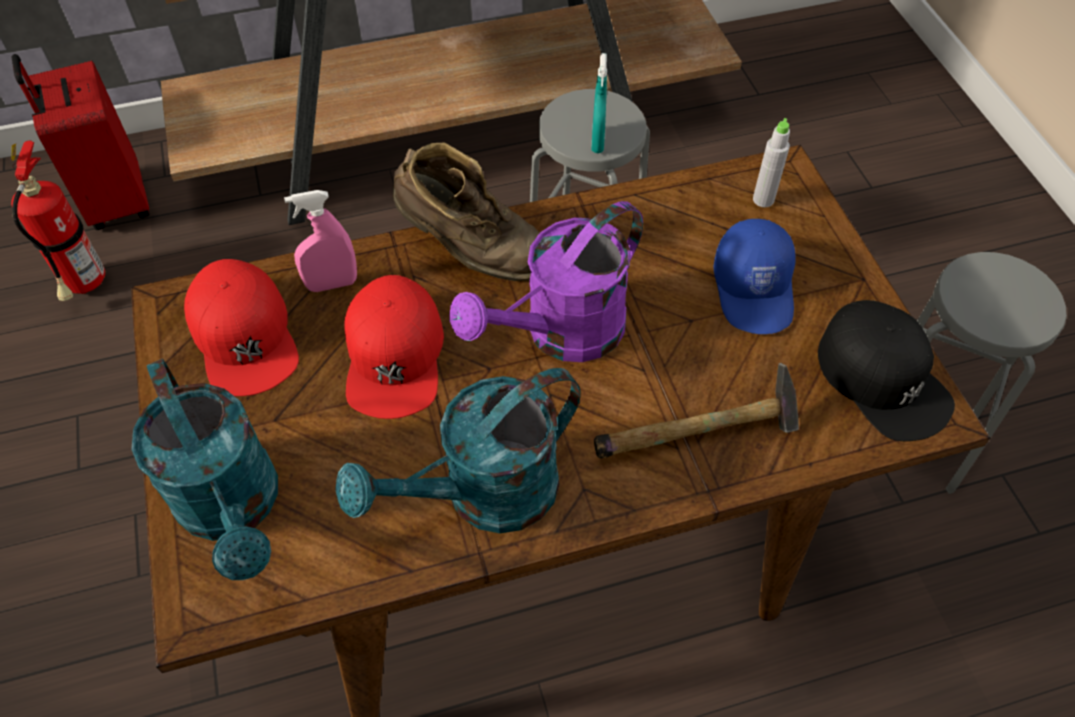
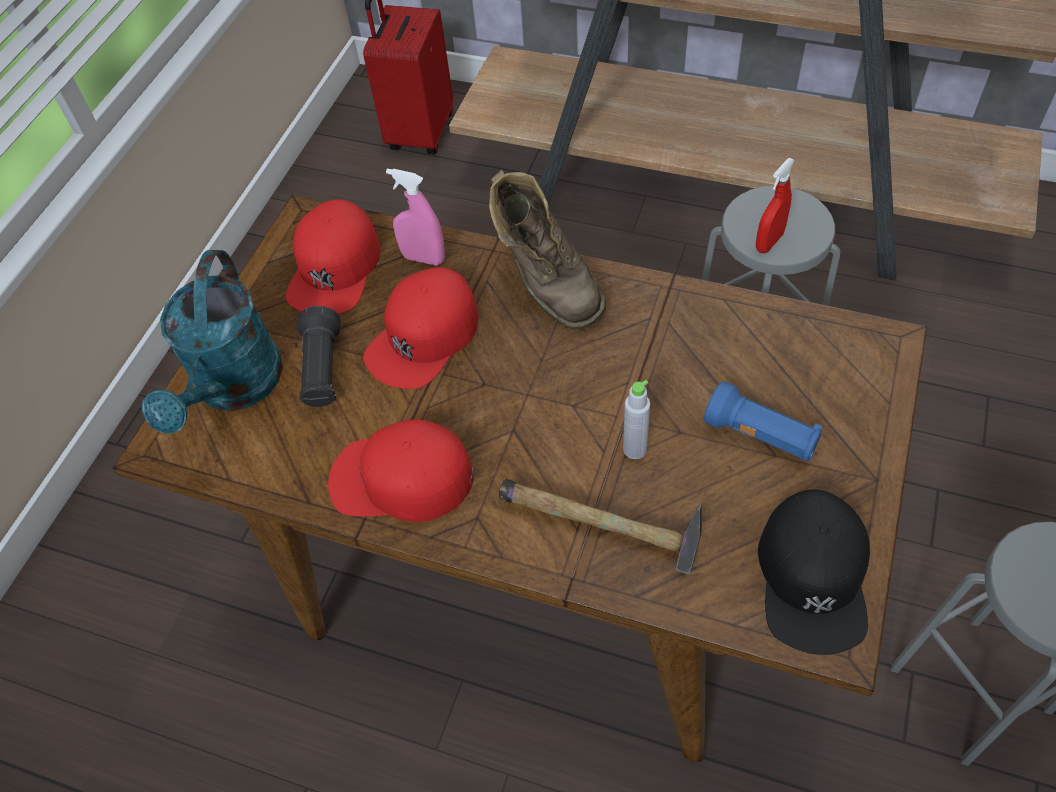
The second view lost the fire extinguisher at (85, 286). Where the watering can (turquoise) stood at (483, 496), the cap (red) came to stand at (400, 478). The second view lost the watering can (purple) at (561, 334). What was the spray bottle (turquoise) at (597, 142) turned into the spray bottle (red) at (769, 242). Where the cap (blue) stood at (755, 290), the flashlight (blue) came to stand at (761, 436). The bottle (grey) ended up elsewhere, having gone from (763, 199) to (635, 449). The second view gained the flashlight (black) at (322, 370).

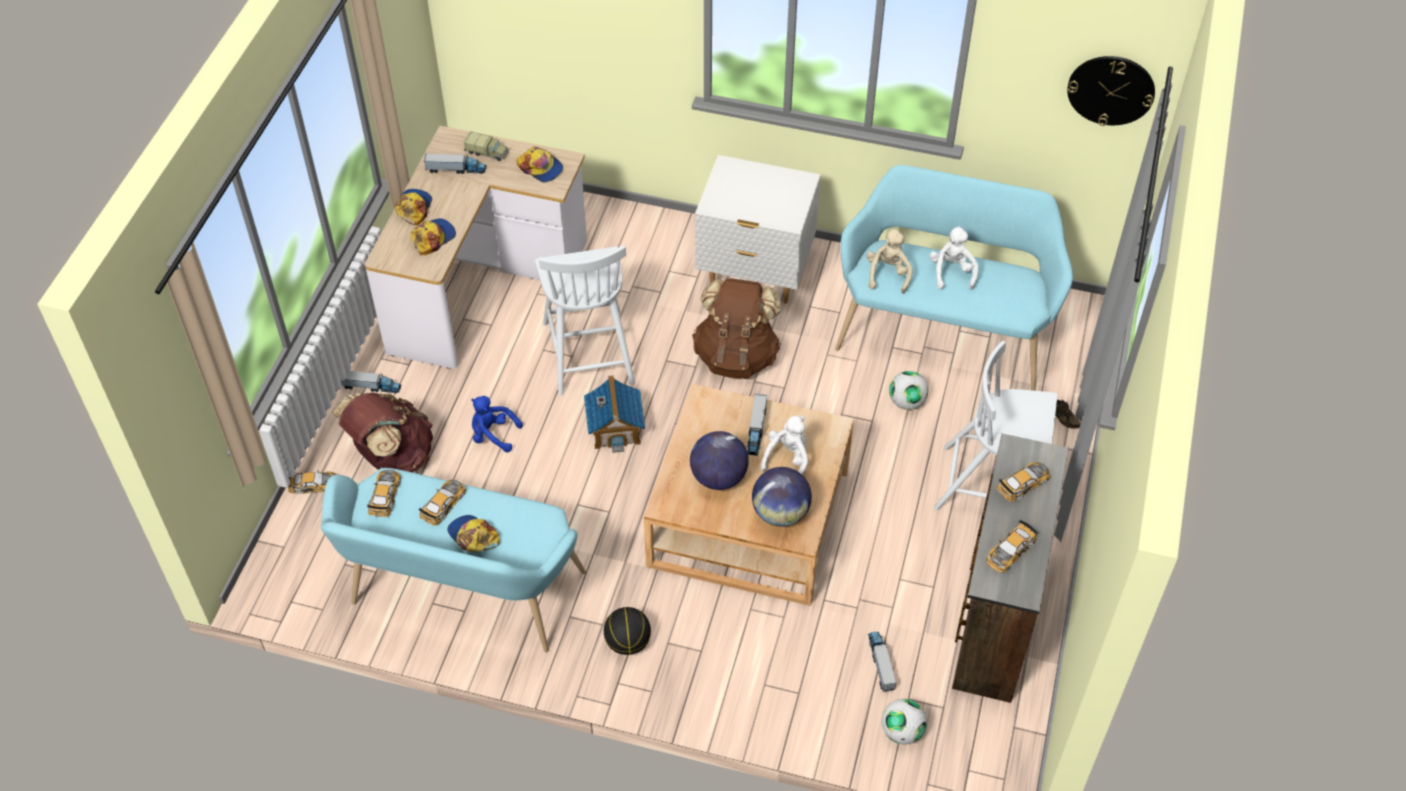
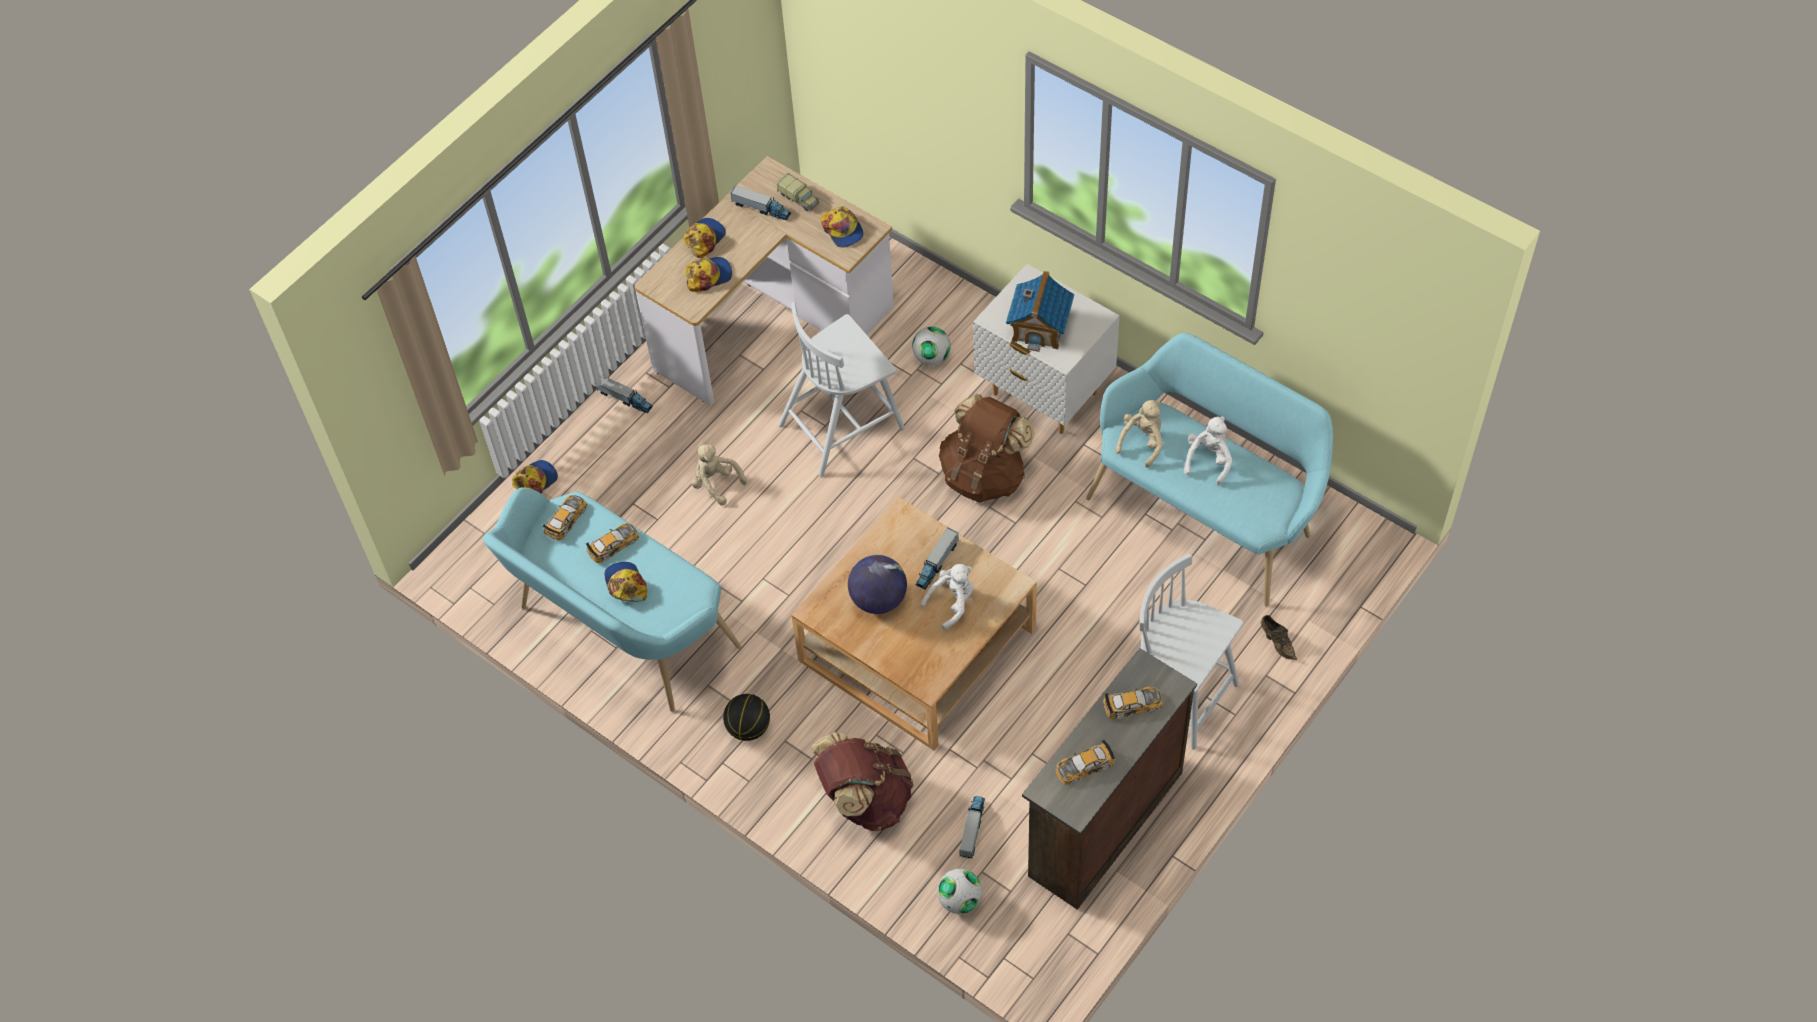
Where the toy car stood at (314, 485), the cap came to stand at (535, 481). The backpack (brown) ended up elsewhere, having gone from (392, 456) to (865, 799). What was the plush toy (blue) at (493, 435) turned into the plush toy (beige) at (716, 483). The chair (white) at (588, 351) ended up facing another way, 45 degrees clockwise from before. The toy house ended up elsewhere, having gone from (615, 428) to (1040, 326). The second view lost the globe at (780, 513). The football ended up elsewhere, having gone from (906, 402) to (931, 357). The second view lost the wall clock at (1111, 90).

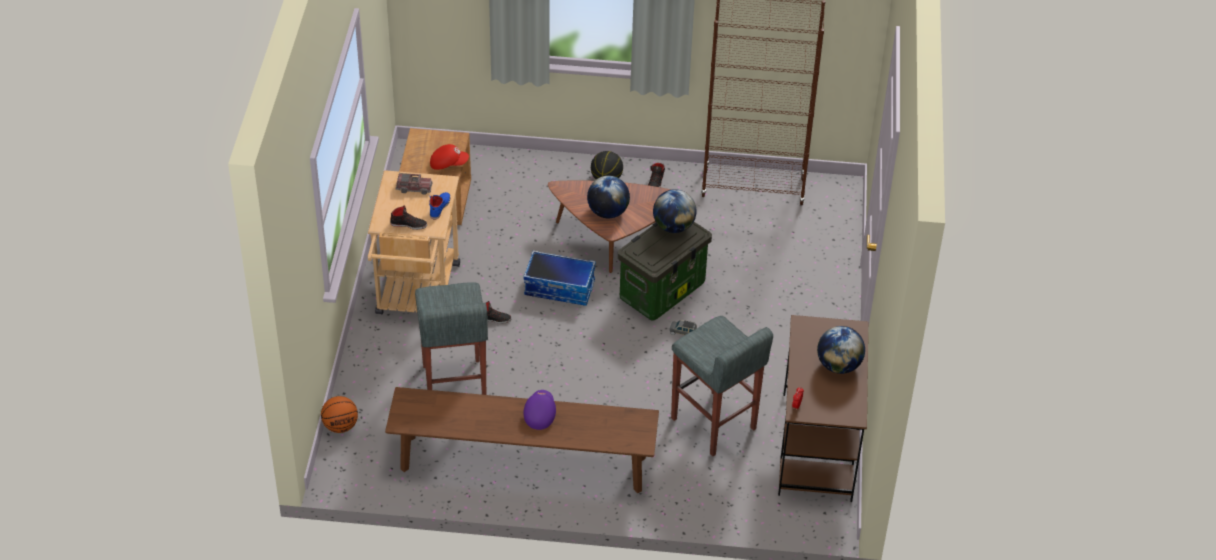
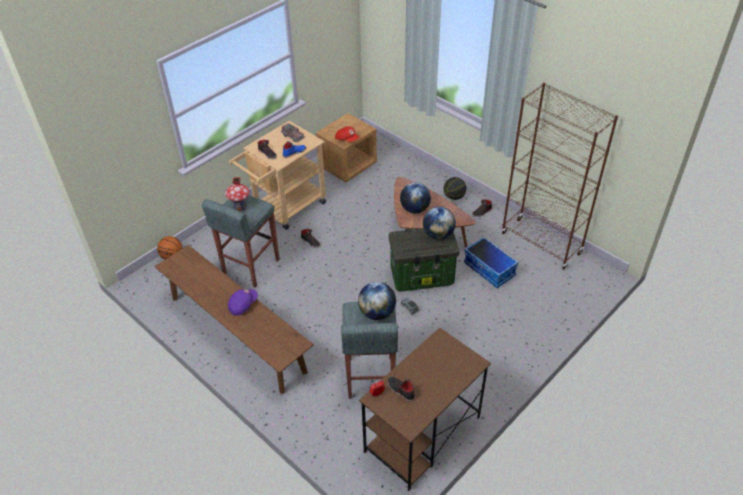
The storage box ended up elsewhere, having gone from (560, 288) to (490, 269). The globe ended up elsewhere, having gone from (838, 365) to (377, 313). The second view gained the toy house at (240, 207). The second view gained the shoe (black) at (400, 390).

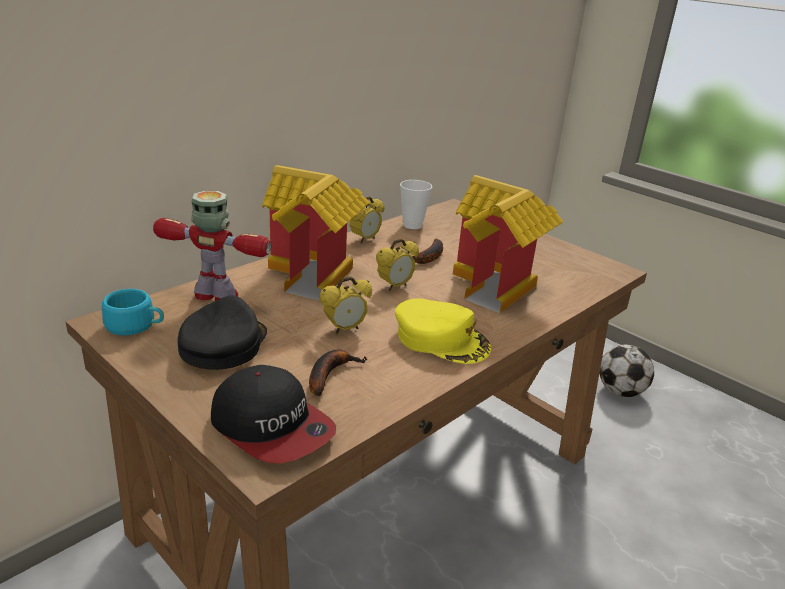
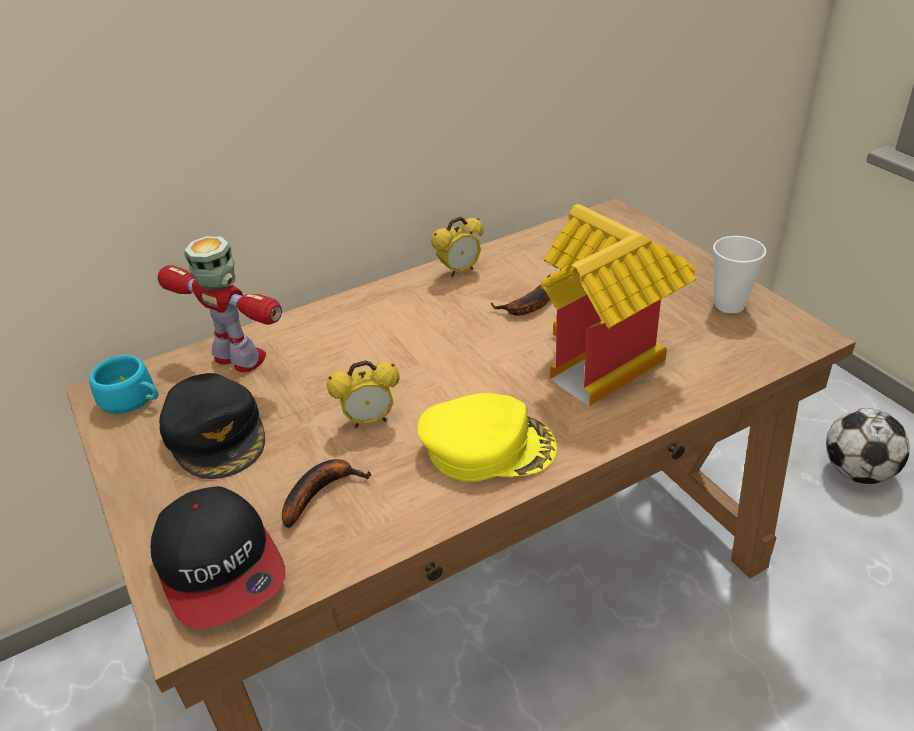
The cap (black) at (223, 344) ended up facing another way, 120 degrees clockwise from before. The second view lost the toy house at (316, 275). The second view lost the alarm clock at (395, 286). The cap (yellow) at (441, 339) ended up facing another way, 45 degrees counterclockwise from before. The cup ended up elsewhere, having gone from (412, 225) to (729, 305).

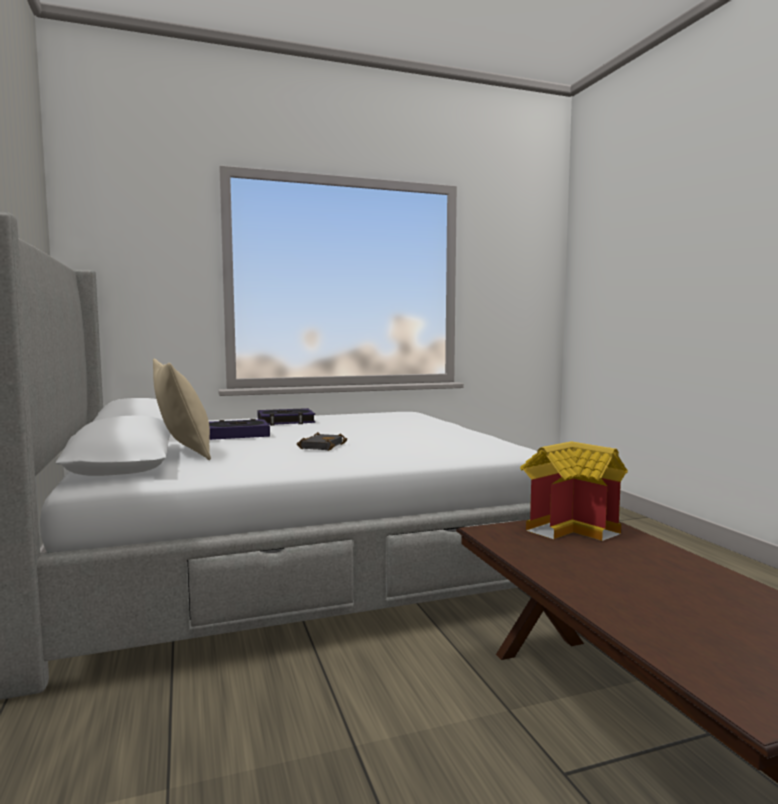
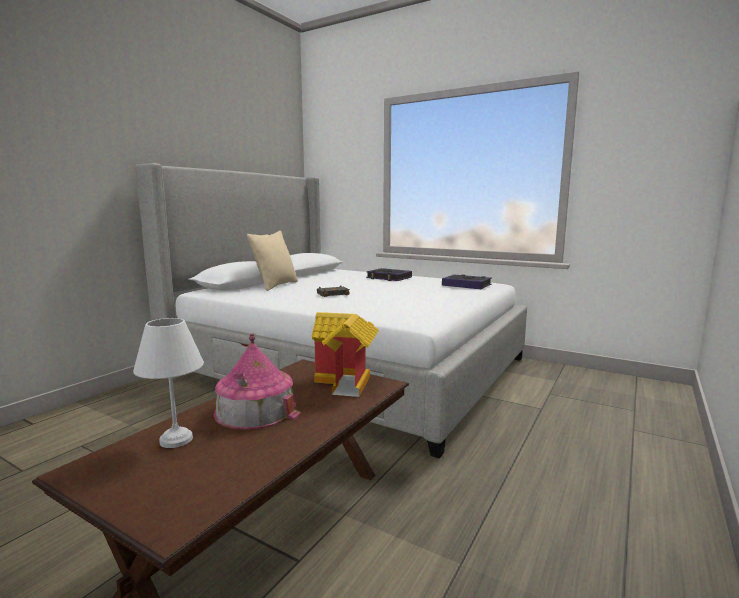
The book ended up elsewhere, having gone from (237, 435) to (466, 285). The second view gained the table lamp (white) at (177, 440). The second view gained the toy house at (256, 410).

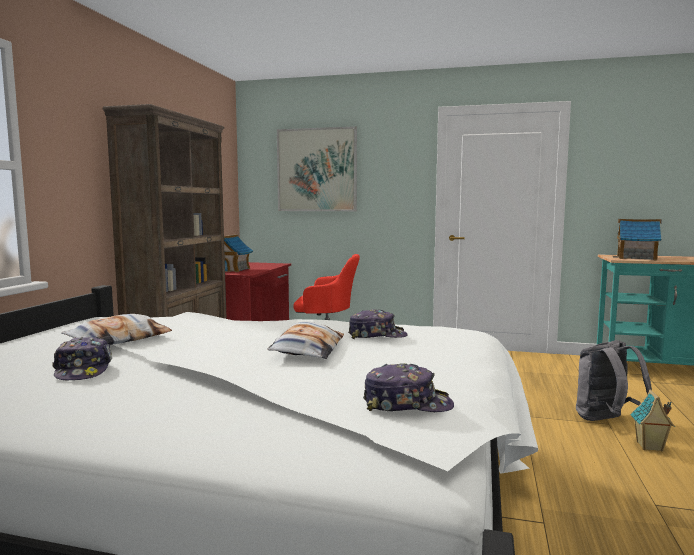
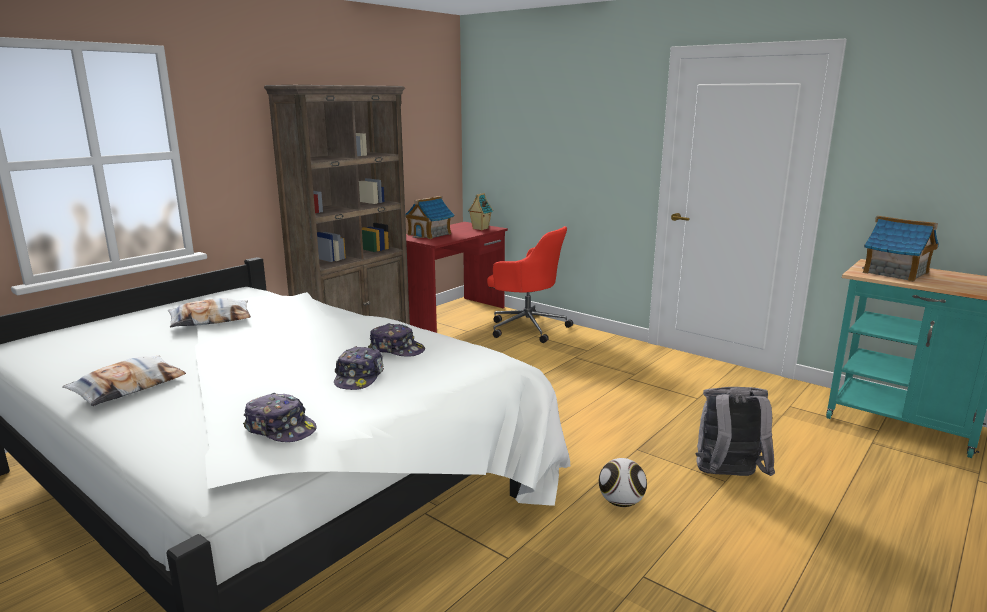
The cap ended up elsewhere, having gone from (84, 370) to (359, 377). The pillow ended up elsewhere, having gone from (307, 349) to (128, 387). The second view lost the picture at (317, 170). The toy house ended up elsewhere, having gone from (649, 447) to (480, 228). The second view gained the football at (621, 502).

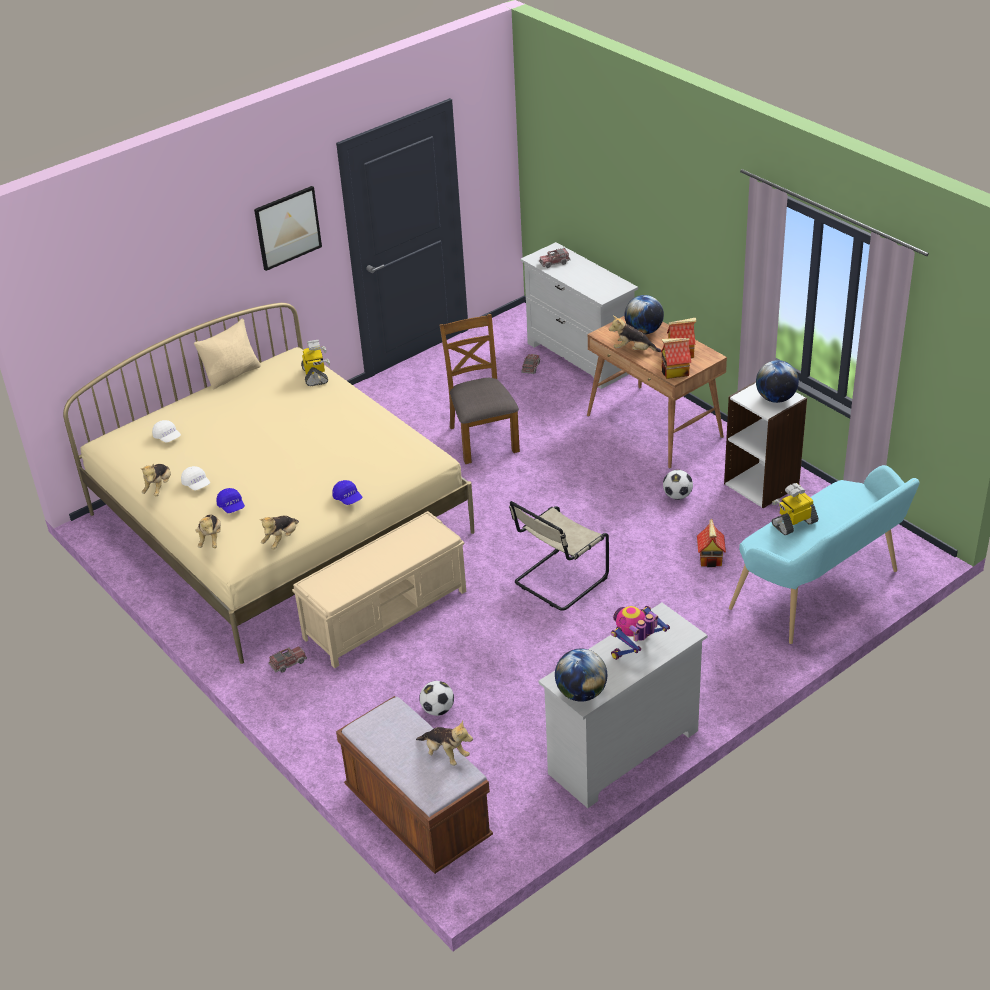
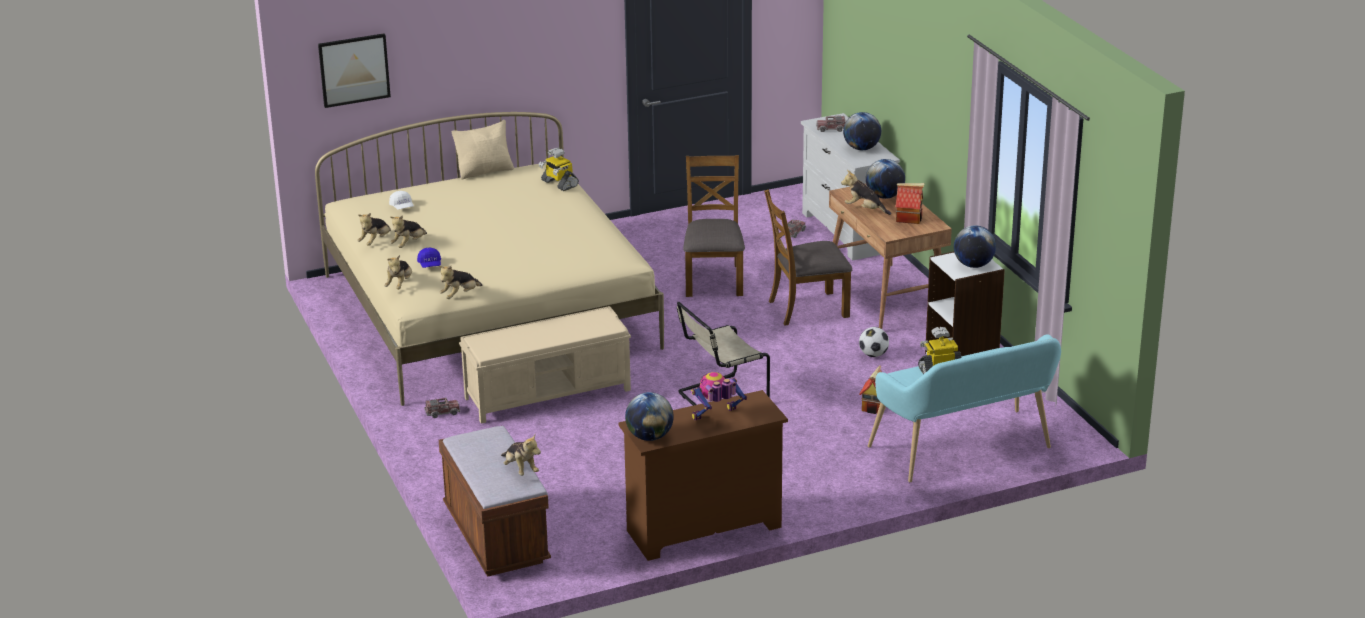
Where the cap (white) stood at (196, 484), the plush toy came to stand at (408, 244). The picture ended up elsewhere, having gone from (287, 227) to (354, 70). The toy robot at (316, 376) ended up facing another way, 135 degrees clockwise from before. The second view lost the cap (blue) at (348, 498). The second view lost the football at (438, 710). What was the dresser (white) at (623, 752) turned into the dresser (brown) at (703, 529). The second view lost the toy house at (674, 372). The second view gained the chair (brown) at (807, 308). The second view gained the globe at (861, 148).

